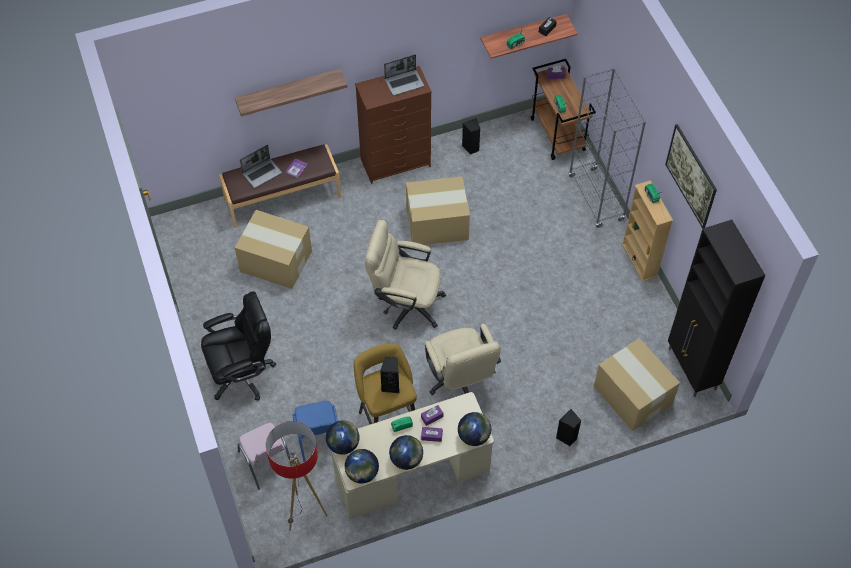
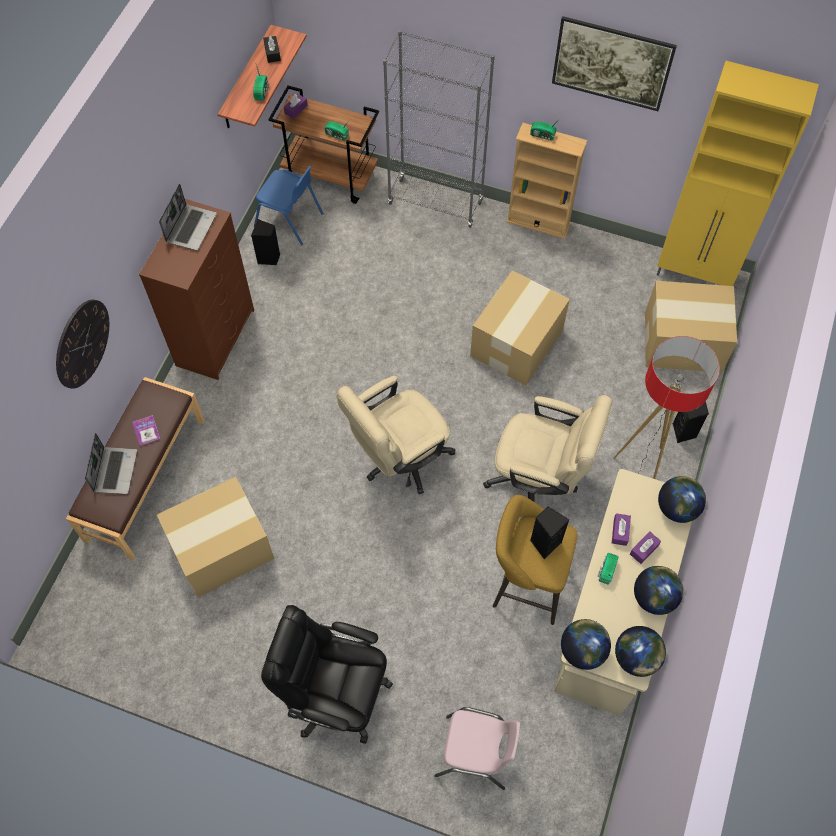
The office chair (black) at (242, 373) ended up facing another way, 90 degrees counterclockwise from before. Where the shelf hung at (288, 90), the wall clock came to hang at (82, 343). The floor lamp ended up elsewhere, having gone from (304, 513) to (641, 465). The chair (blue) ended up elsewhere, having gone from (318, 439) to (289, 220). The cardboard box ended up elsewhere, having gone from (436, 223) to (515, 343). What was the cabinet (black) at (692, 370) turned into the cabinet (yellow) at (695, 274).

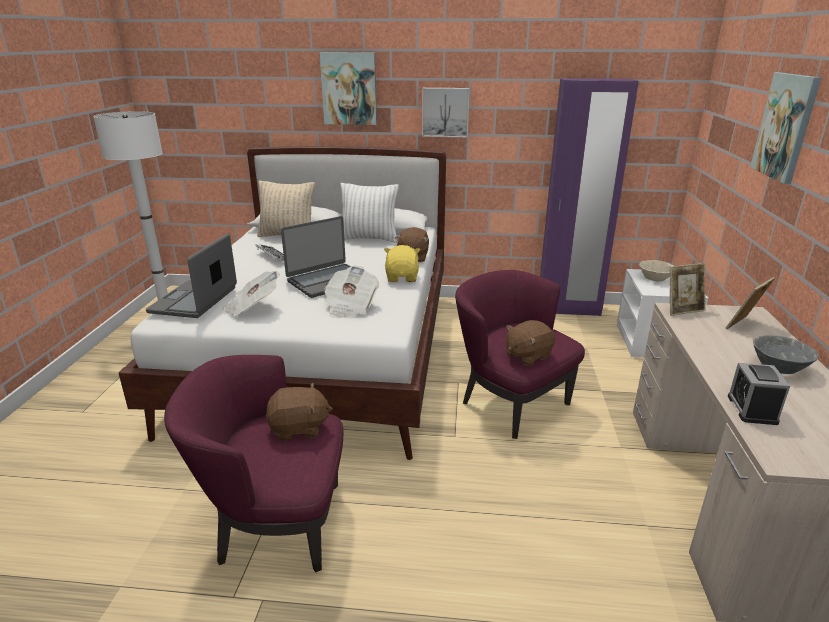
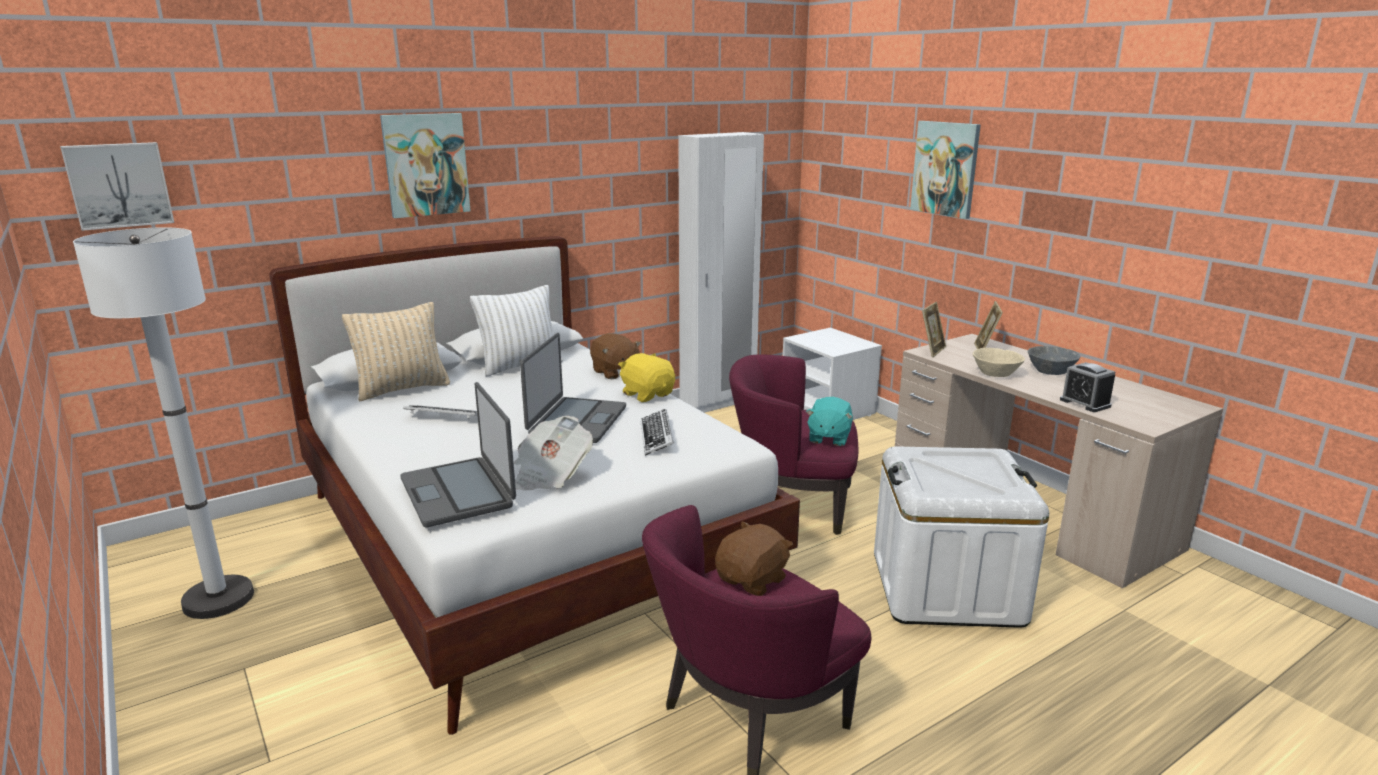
Where the newspaper stood at (350, 306), the keyboard came to stand at (657, 437). The picture ended up elsewhere, having gone from (445, 112) to (119, 185). What was the plush toy (brown) at (527, 355) turned into the plush toy (turquoise) at (828, 438). What was the wardrobe (purple) at (568, 309) turned into the wardrobe (white) at (718, 403). The bowl (beige) ended up elsewhere, having gone from (655, 278) to (996, 374). The second view gained the storage box (white) at (946, 588).

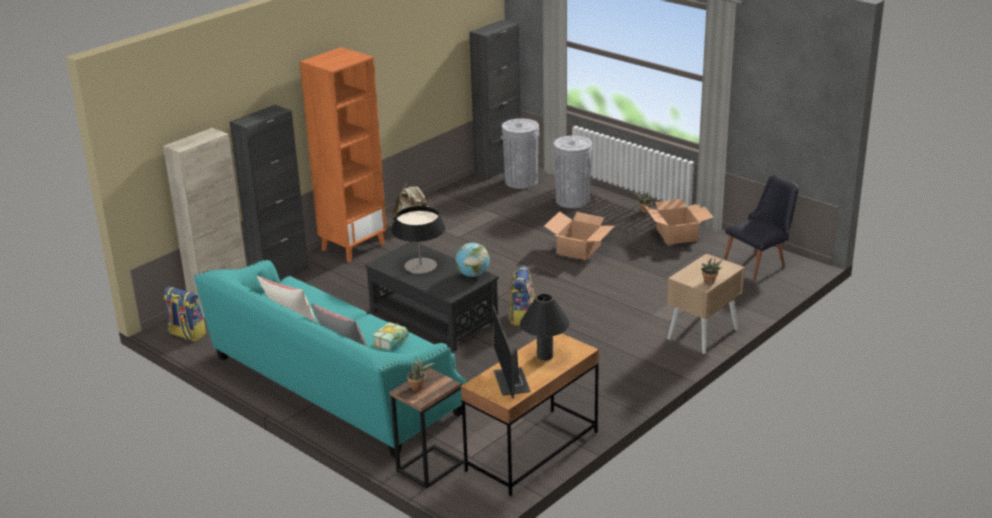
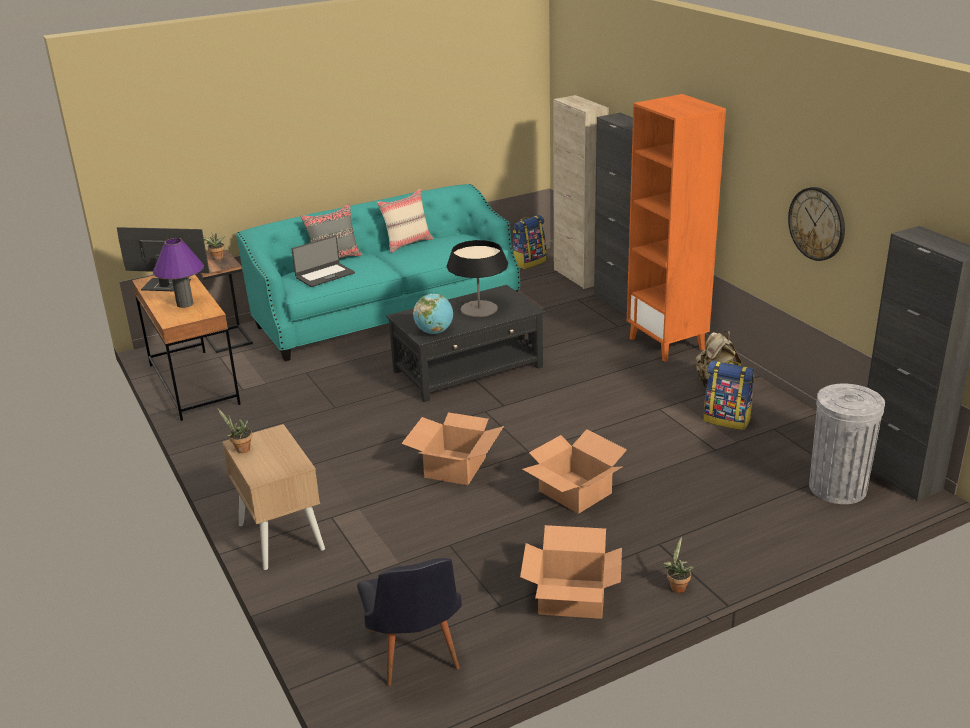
Where the book stood at (393, 344), the laptop came to stand at (324, 275). The backpack ended up elsewhere, having gone from (521, 317) to (727, 420). What was the table lamp (black) at (545, 356) turned into the table lamp (purple) at (185, 304). The second view lost the trash can (grey) at (572, 200). The second view gained the cardboard box at (454, 467). The second view gained the wall clock at (817, 223).

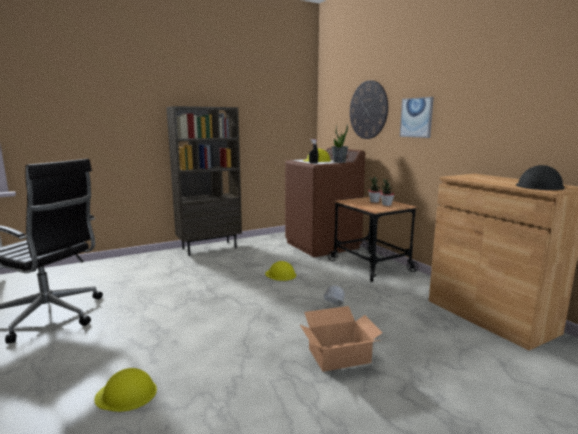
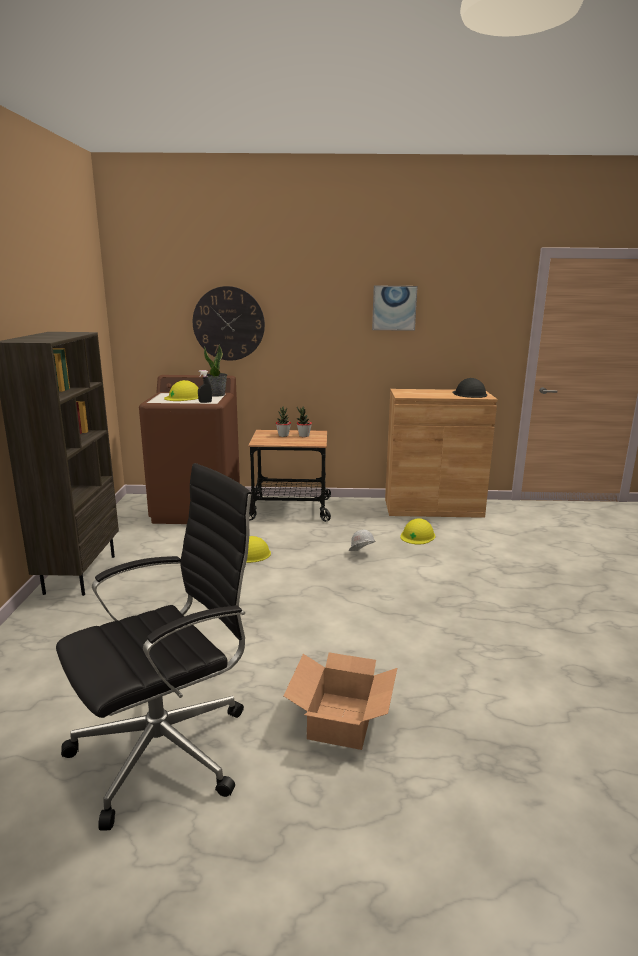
The hard hat (yellow) ended up elsewhere, having gone from (126, 394) to (417, 536). The cardboard box ended up elsewhere, having gone from (340, 356) to (342, 719). The picture ended up elsewhere, having gone from (416, 117) to (394, 308).

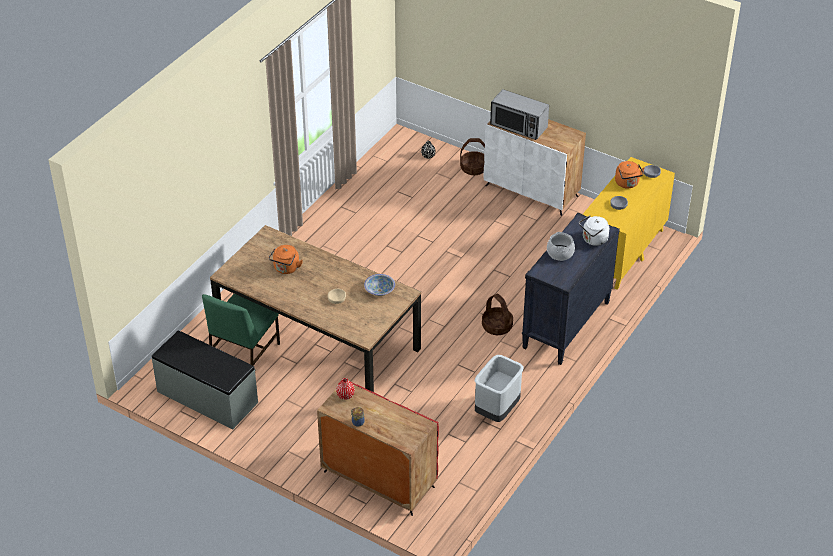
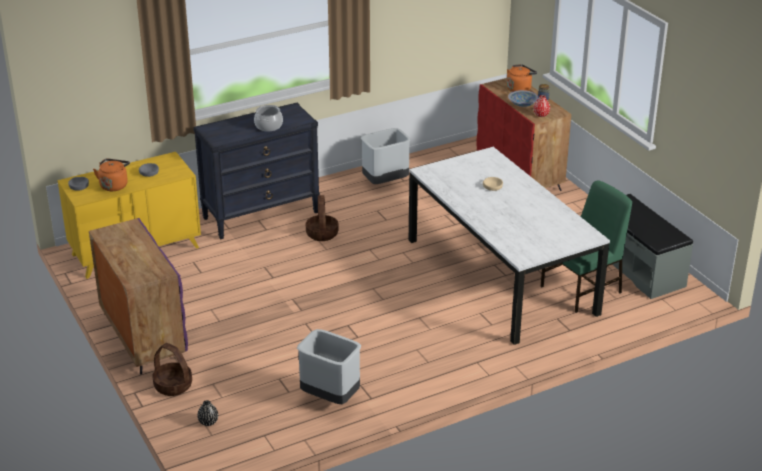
What was the dining table (brown) at (319, 341) turned into the dining table (white) at (500, 276). The kettle (orange) ended up elsewhere, having gone from (286, 269) to (519, 89). The bowl ended up elsewhere, having gone from (379, 290) to (522, 104). What was the cabinet (white) at (532, 191) turned into the cabinet (purple) at (142, 336). The second view lost the microwave at (518, 126). The second view lost the kettle (white) at (593, 240). The second view gained the trash can (grey) at (329, 397).

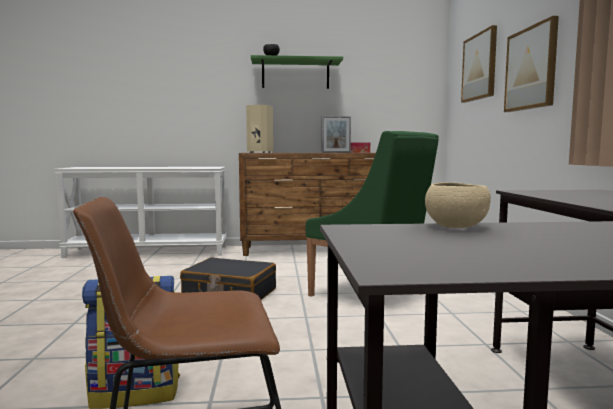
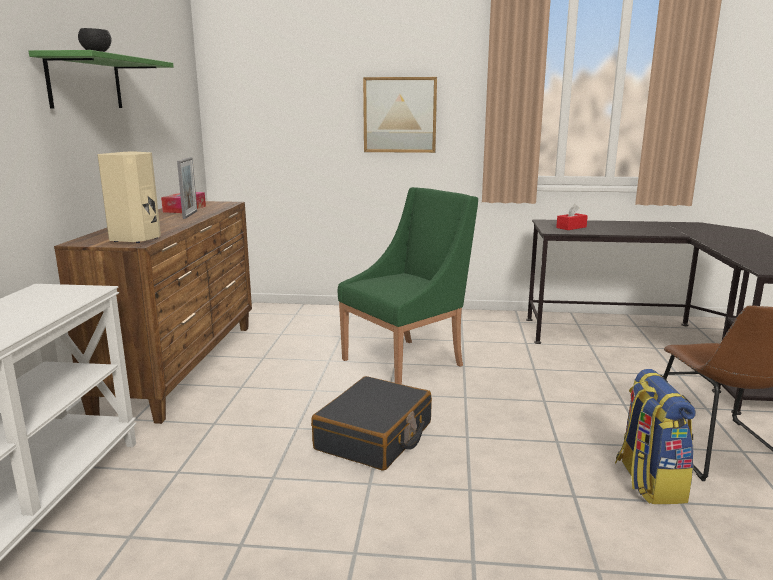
The second view lost the bowl (beige) at (455, 227). The second view lost the picture at (480, 67). The second view gained the tissue box (red) at (571, 227).

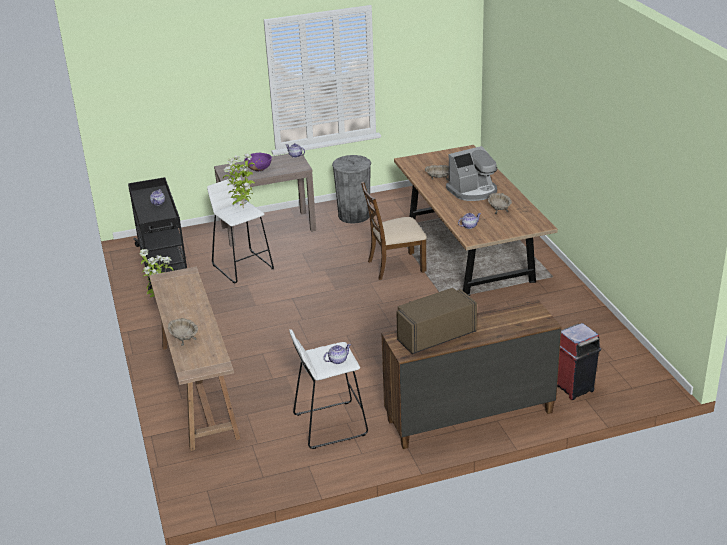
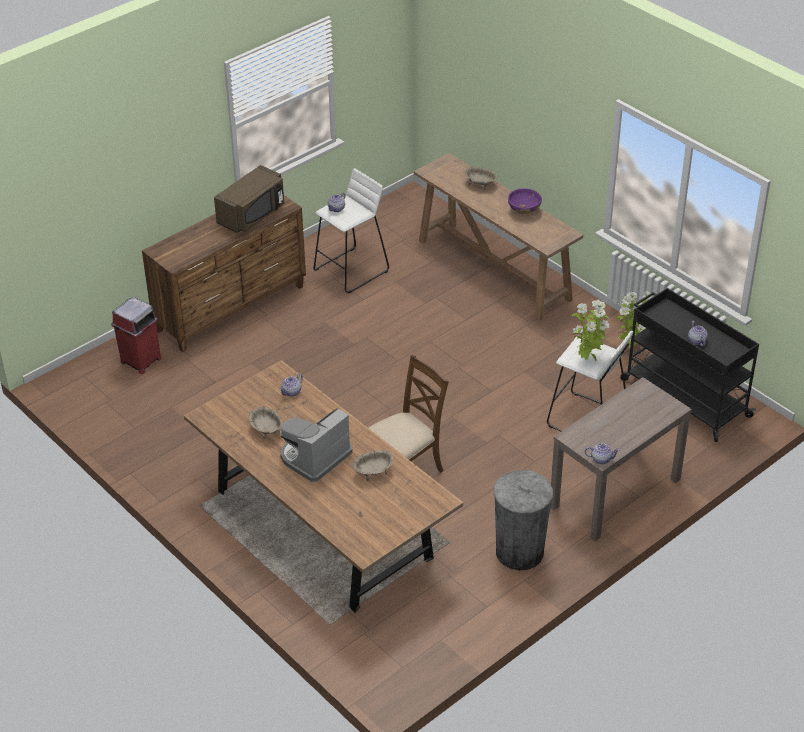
The bowl (purple) ended up elsewhere, having gone from (259, 170) to (524, 211).

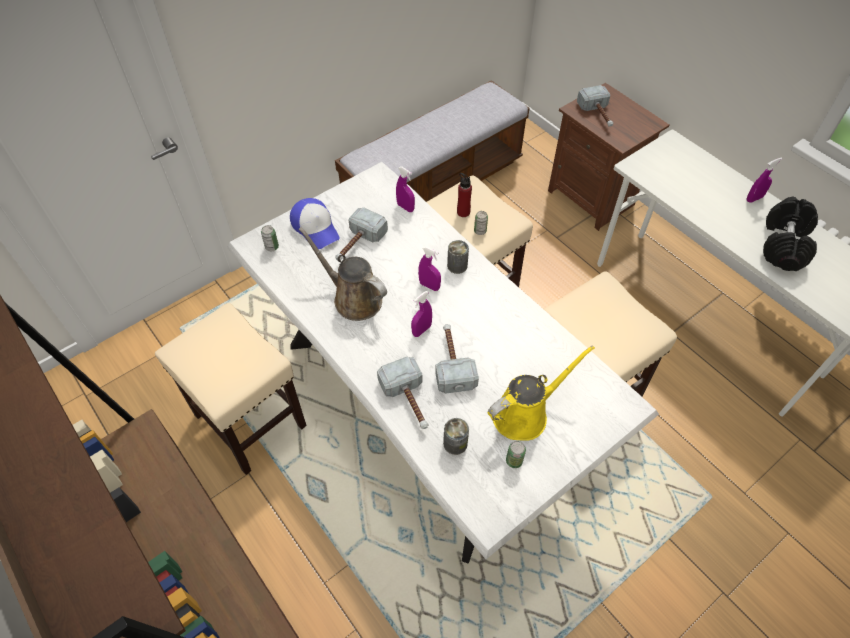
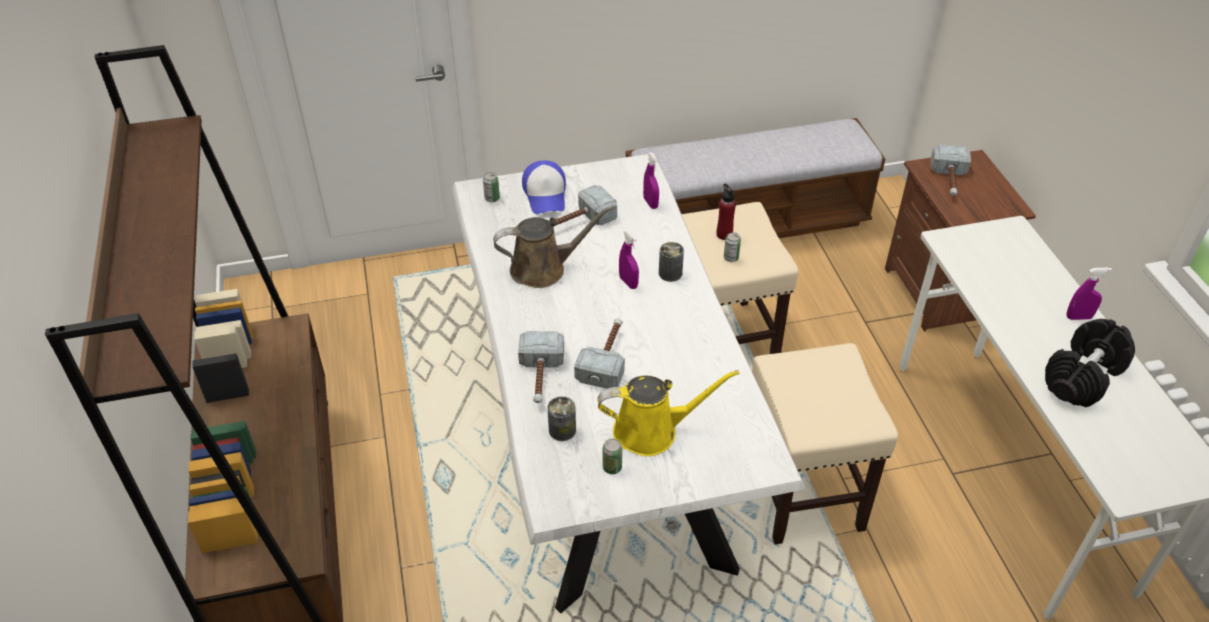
The second view lost the stool (beige) at (249, 420). The watering can (brown) at (353, 298) ended up facing another way, 105 degrees clockwise from before. The second view lost the spray bottle (purple) at (421, 330).

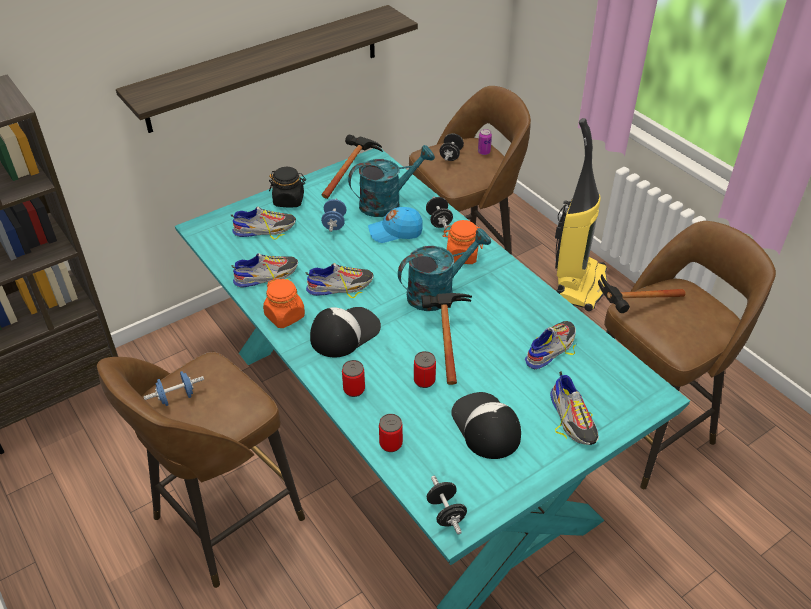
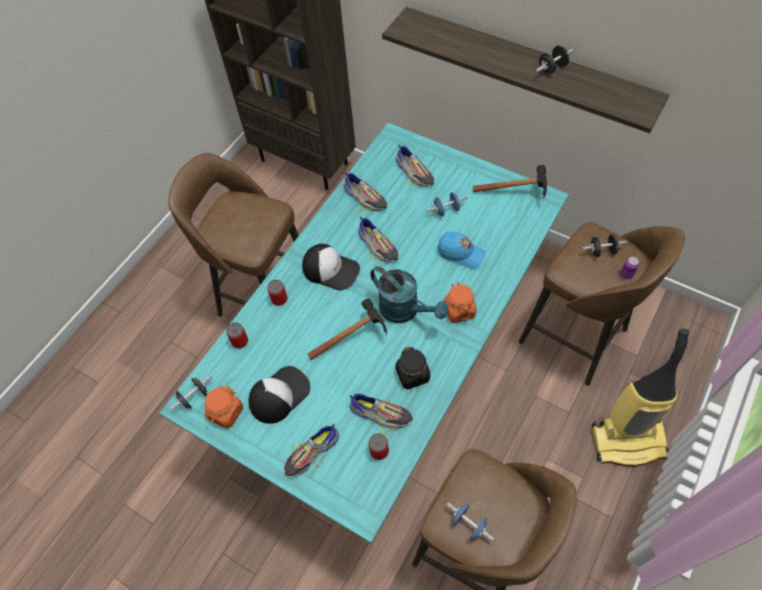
The dumbbell (blue) ended up elsewhere, having gone from (176, 397) to (468, 525). The jar (orange) ended up elsewhere, having gone from (285, 316) to (225, 413). The jar (black) ended up elsewhere, having gone from (289, 200) to (413, 375). The second view lost the watering can (turquoise) at (387, 202). The cap (blue) at (395, 232) ended up facing another way, 150 degrees clockwise from before. The can ended up elsewhere, having gone from (424, 380) to (379, 451). The dumbbell (black) ended up elsewhere, having gone from (439, 221) to (552, 68). The second view lost the hammer at (632, 308).

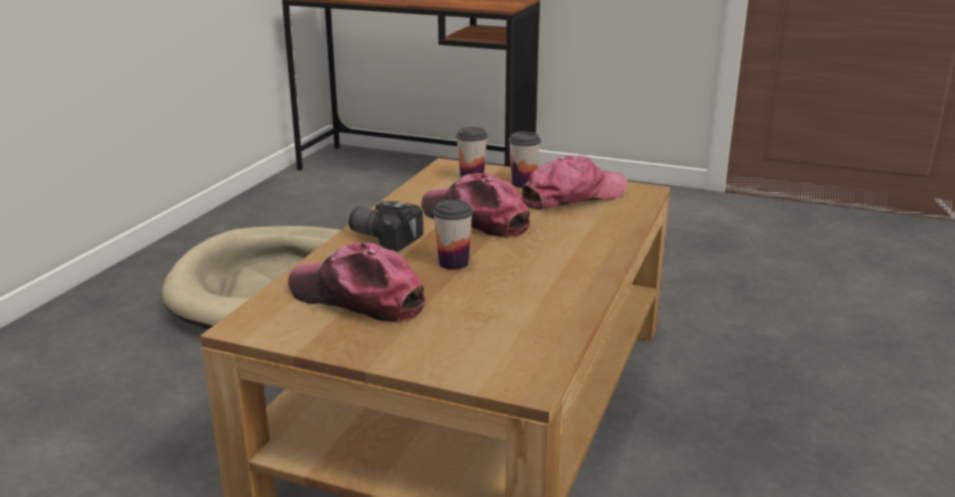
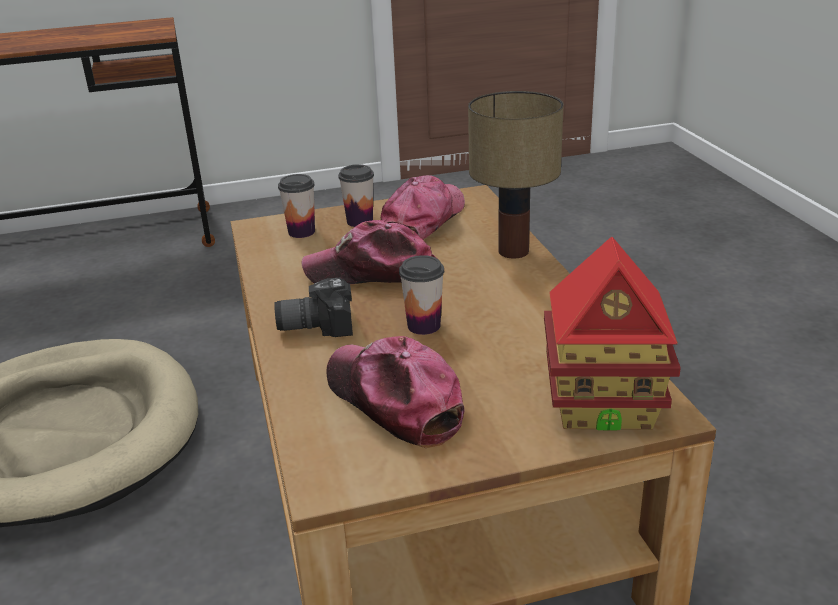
The cap at (358, 298) ended up facing another way, 60 degrees clockwise from before. The second view gained the table lamp at (513, 252). The second view gained the toy house at (603, 405).

